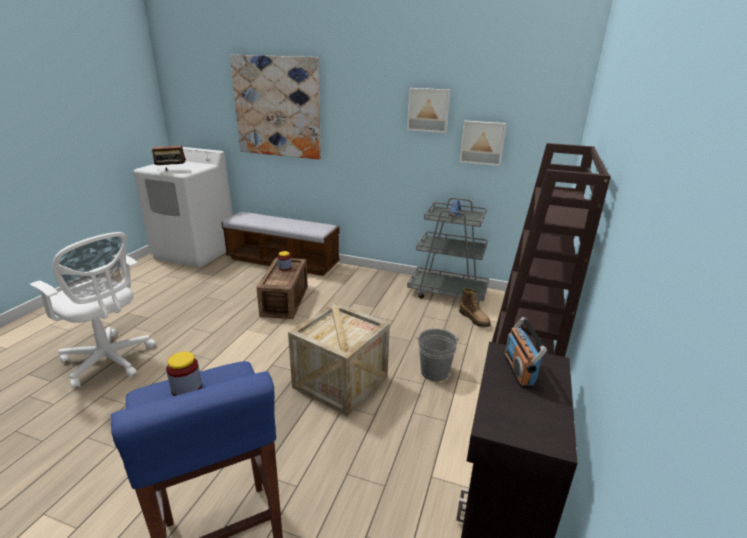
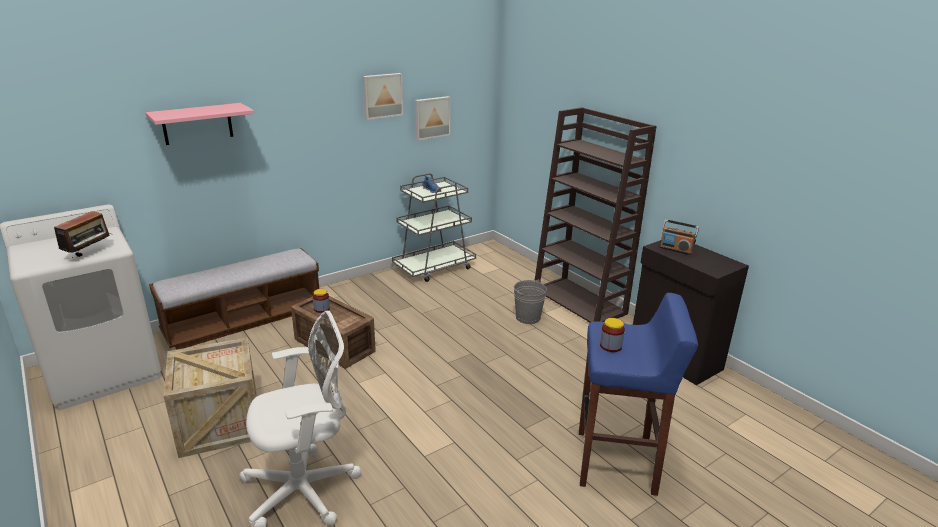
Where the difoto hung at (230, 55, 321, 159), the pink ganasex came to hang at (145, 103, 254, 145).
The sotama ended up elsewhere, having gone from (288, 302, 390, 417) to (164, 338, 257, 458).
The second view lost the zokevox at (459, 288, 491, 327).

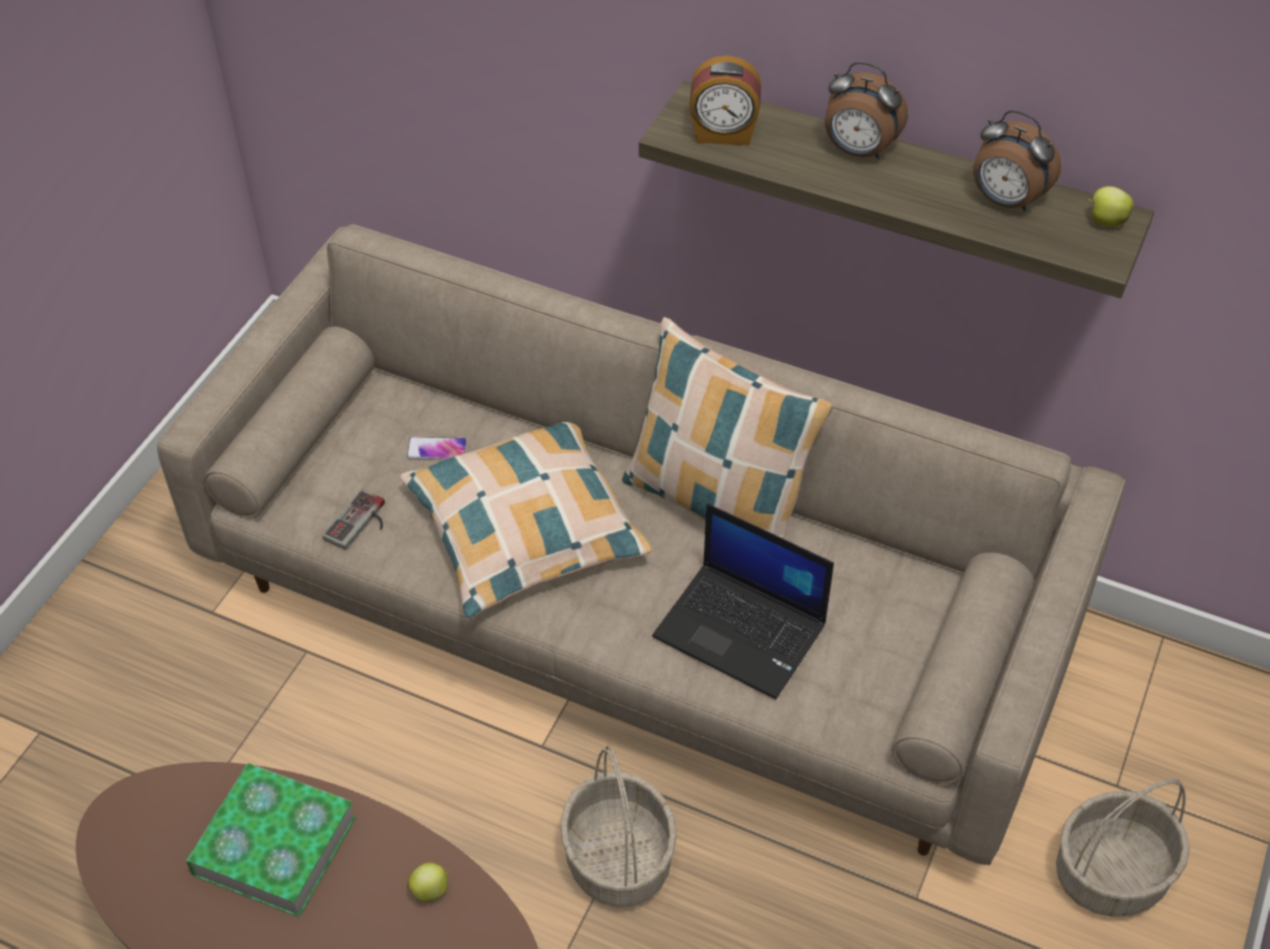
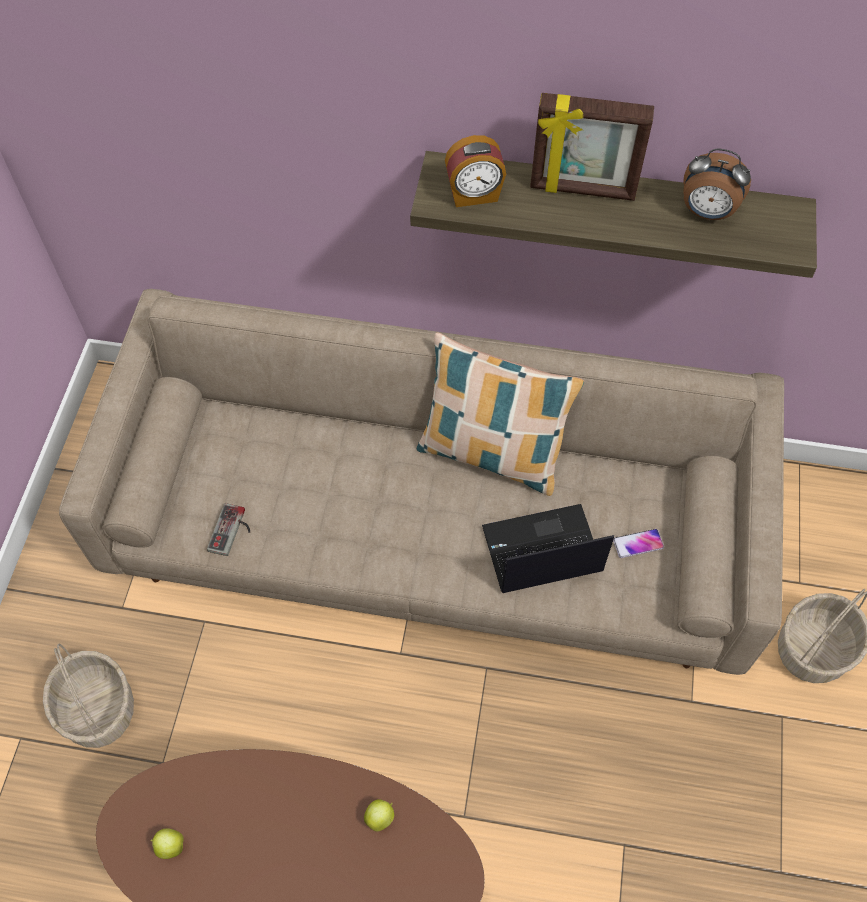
The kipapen ended up elsewhere, having gone from (560, 745, 677, 907) to (43, 644, 134, 748).
The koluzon ended up elsewhere, having gone from (1088, 186, 1134, 227) to (151, 828, 184, 859).
The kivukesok at (652, 504, 834, 699) ended up facing another way, 150 degrees clockwise from before.
Where the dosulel stood at (825, 62, 908, 159), the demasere came to stand at (530, 93, 654, 201).
The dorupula ended up elsewhere, having gone from (406, 437, 467, 460) to (613, 529, 664, 558).
The second view lost the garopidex at (186, 763, 356, 917).
The second view lost the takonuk at (400, 422, 652, 619).

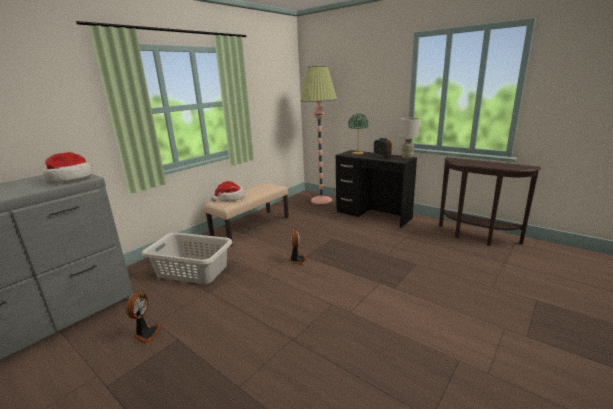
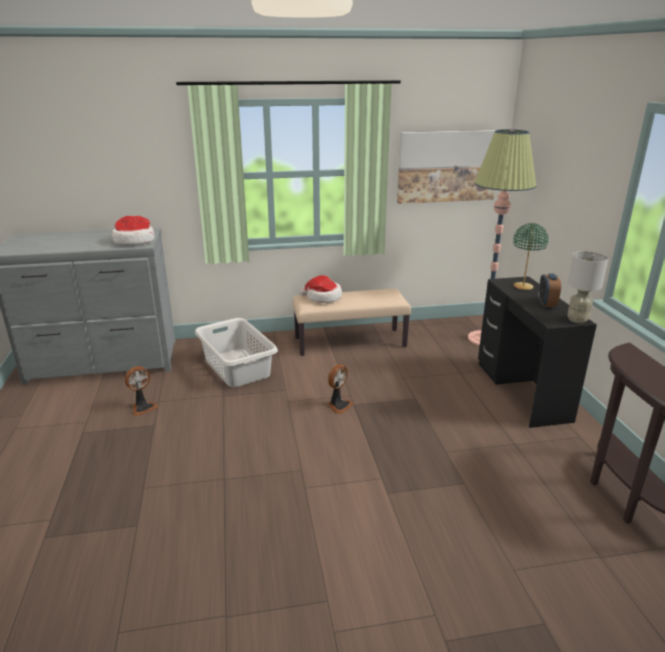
The second view gained the difoto at (397, 130, 495, 204).

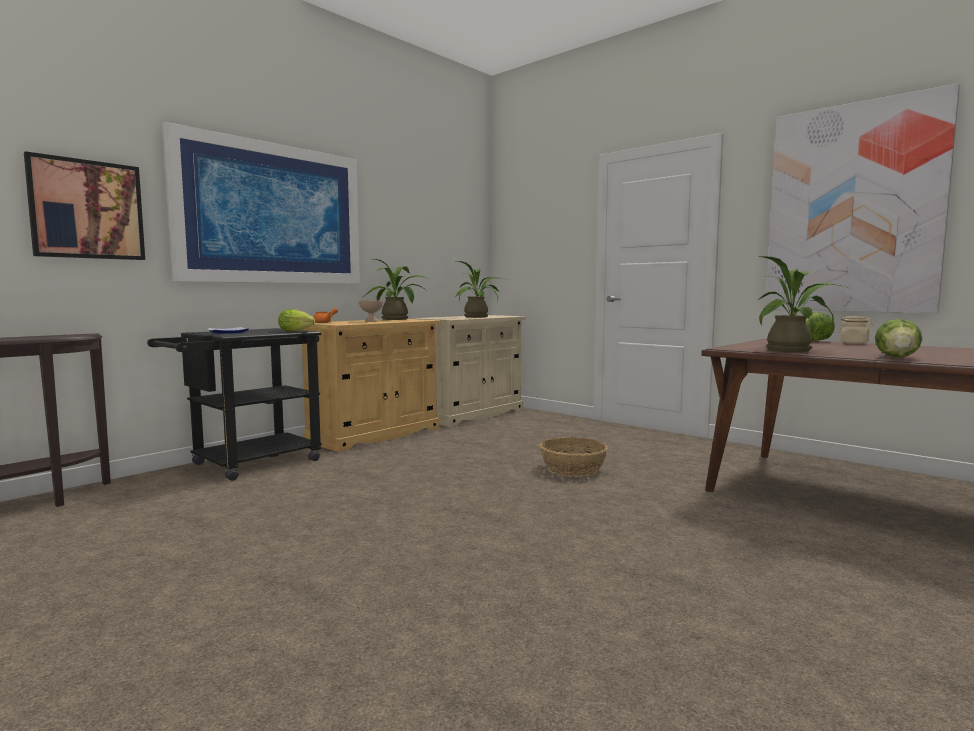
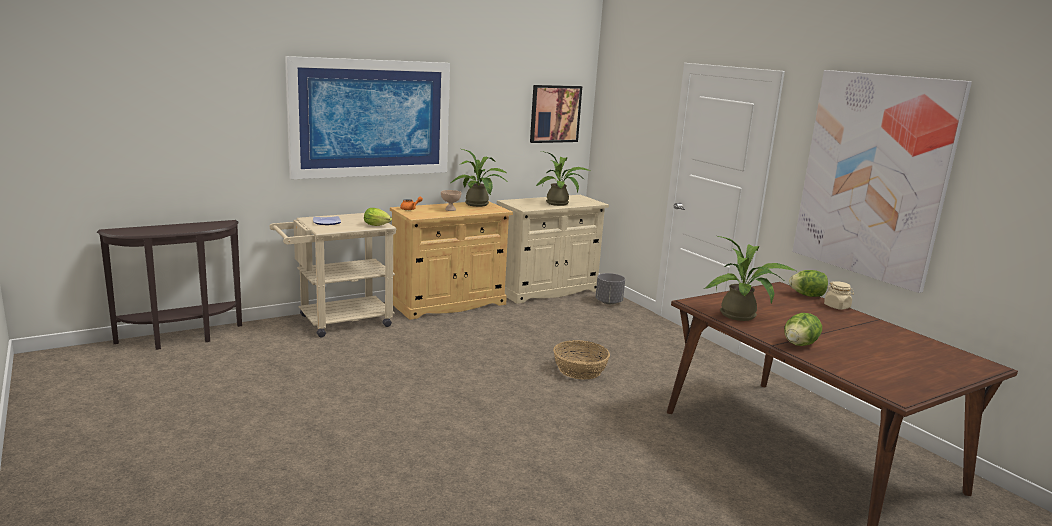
What was the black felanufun at (147, 328, 322, 481) turned into the beige felanufun at (269, 213, 397, 337).
The difoto ended up elsewhere, having gone from (24, 151, 145, 260) to (530, 85, 582, 143).
The second view gained the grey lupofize at (596, 273, 625, 304).

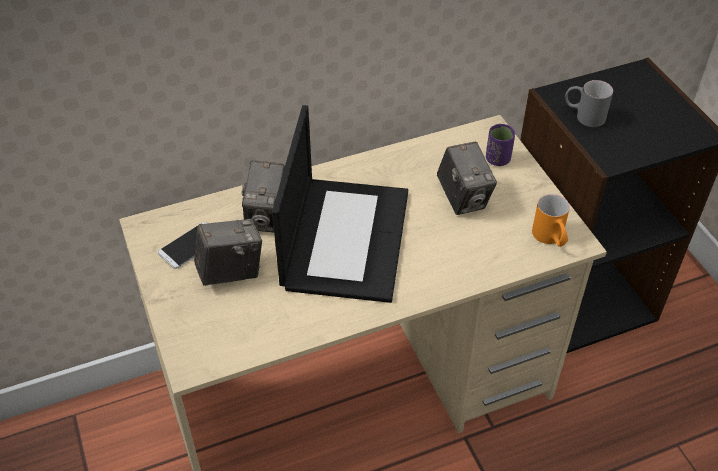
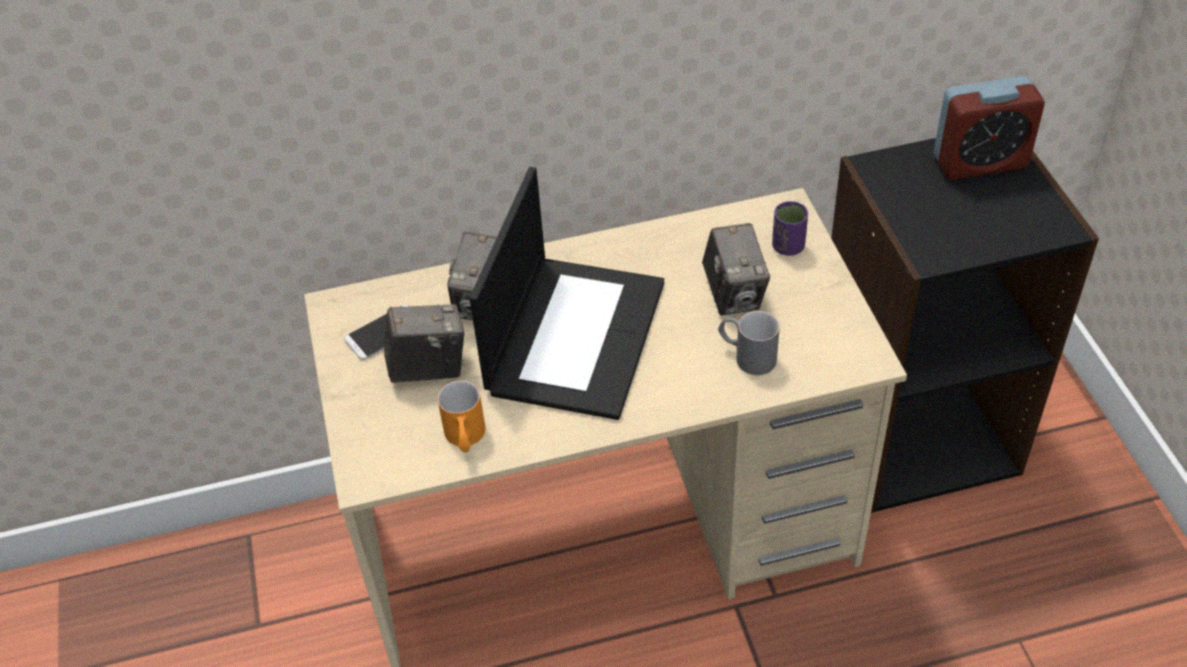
The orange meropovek ended up elsewhere, having gone from (532, 194, 570, 247) to (438, 381, 485, 452).
The grey meropovek ended up elsewhere, having gone from (565, 80, 613, 127) to (718, 311, 780, 375).
The second view gained the dosulel at (934, 76, 1045, 180).

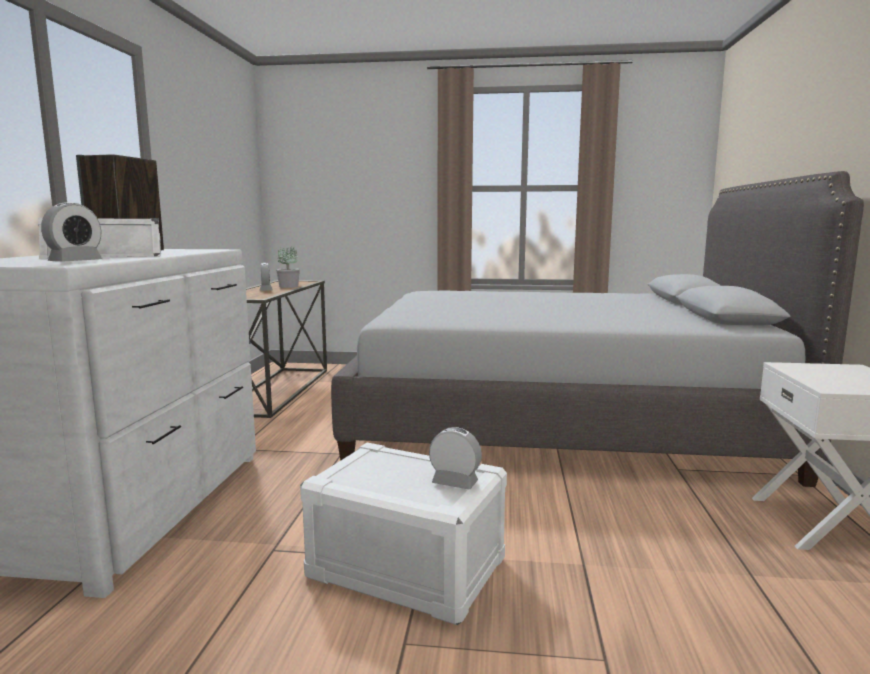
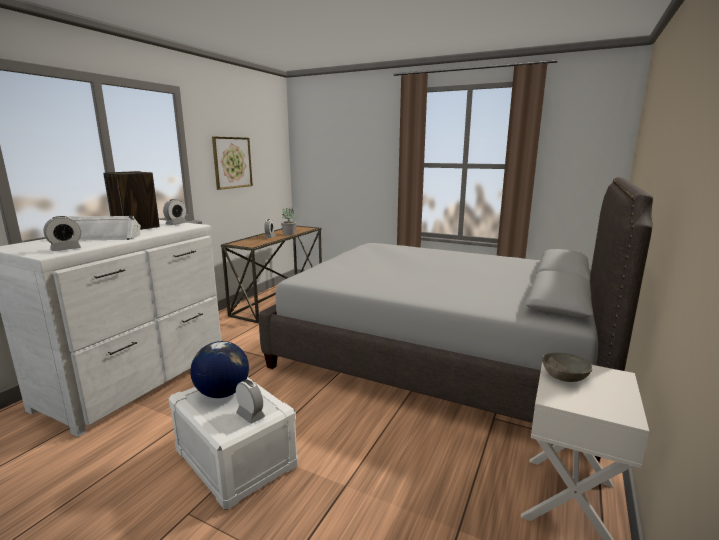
The second view gained the dosulel at (163, 199, 187, 225).
The second view gained the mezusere at (190, 341, 249, 398).
The second view gained the difoto at (212, 137, 253, 190).
The second view gained the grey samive at (542, 353, 592, 382).

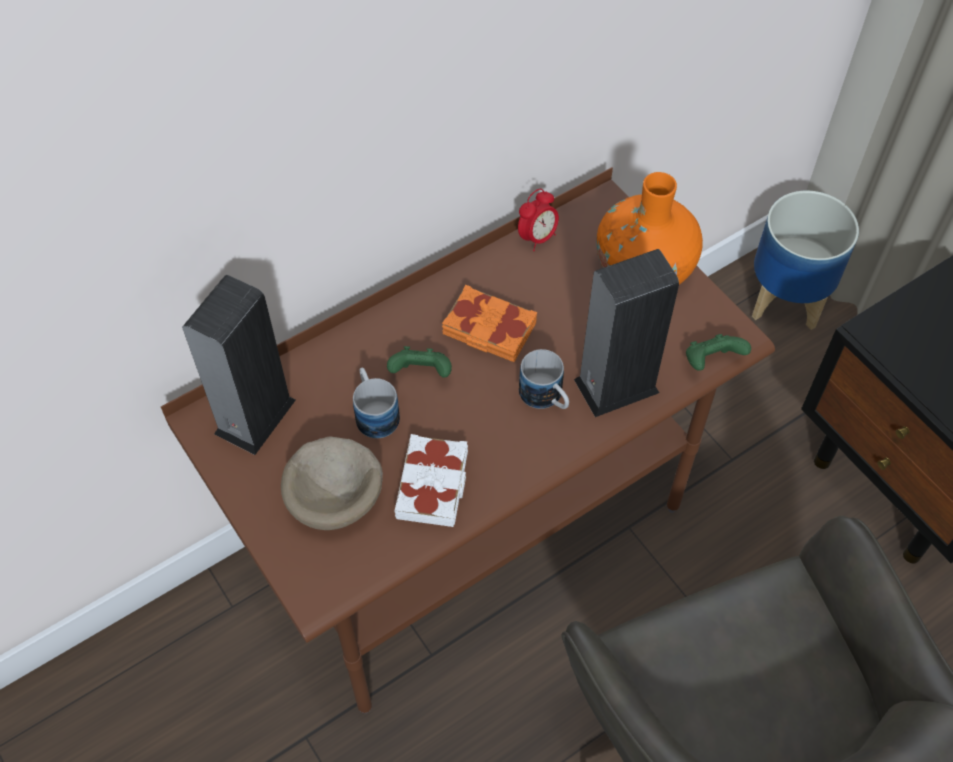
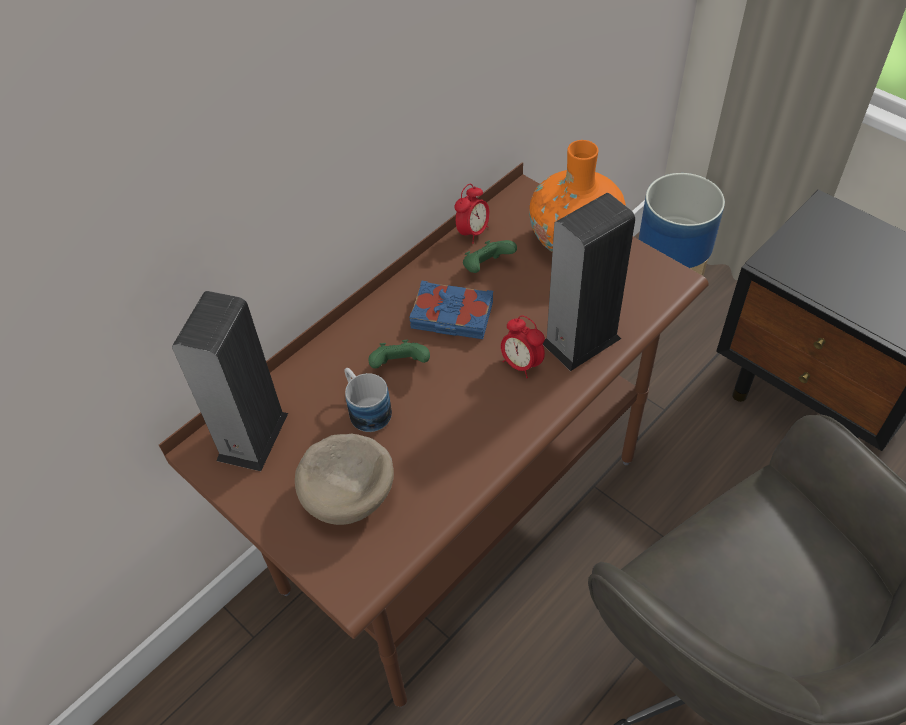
What was the orange garopidex at (442, 285, 538, 362) turned into the blue garopidex at (409, 281, 493, 339).
The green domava ended up elsewhere, having gone from (686, 334, 751, 371) to (463, 240, 517, 273).
Where the meropovek stood at (519, 349, 569, 409), the dosulel came to stand at (501, 315, 545, 378).
The second view lost the white garopidex at (394, 434, 468, 527).

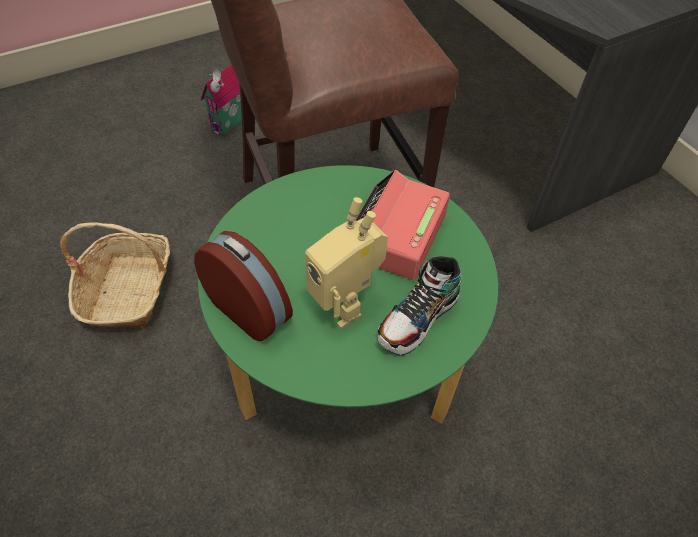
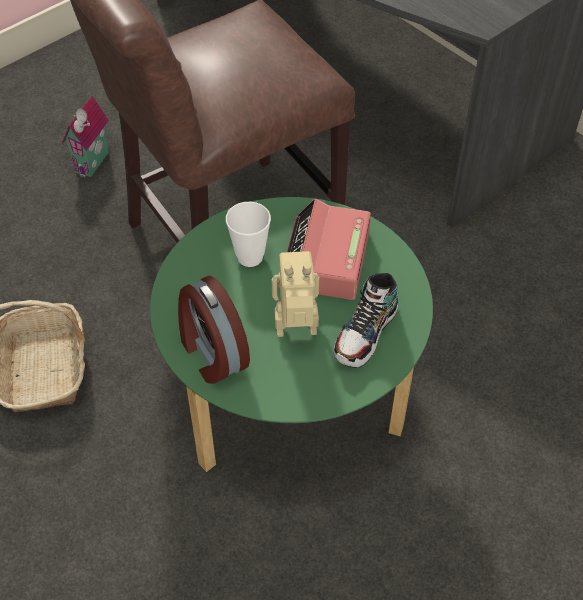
The dosulel at (194, 231, 293, 341) ended up facing another way, 150 degrees counterclockwise from before.
The second view gained the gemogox at (226, 202, 271, 267).
The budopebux at (305, 197, 388, 329) ended up facing another way, 135 degrees clockwise from before.

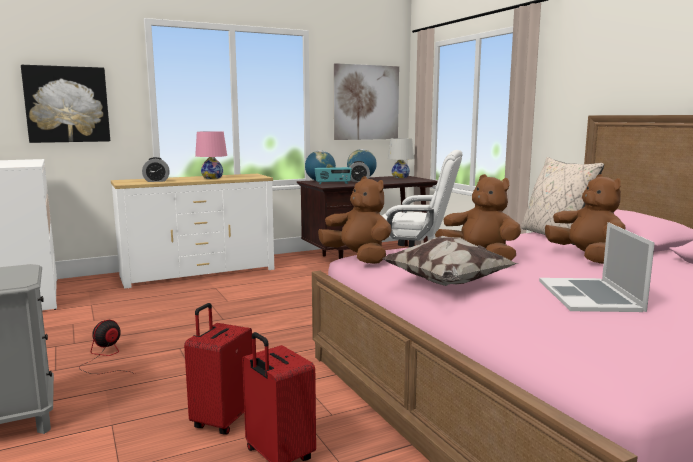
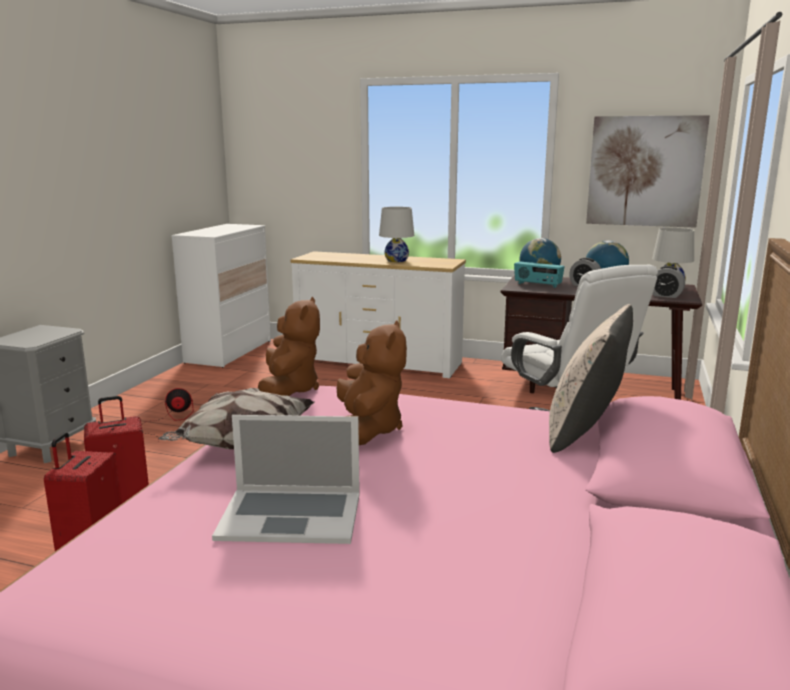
The kivukesok at (539, 222, 655, 312) ended up facing another way, 135 degrees counterclockwise from before.
What was the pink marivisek at (195, 131, 227, 179) turned into the white marivisek at (379, 207, 414, 262).
The dosulel ended up elsewhere, having gone from (142, 157, 170, 182) to (653, 266, 685, 298).
The second view lost the difoto at (21, 65, 110, 143).
The second view lost the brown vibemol at (545, 174, 626, 264).

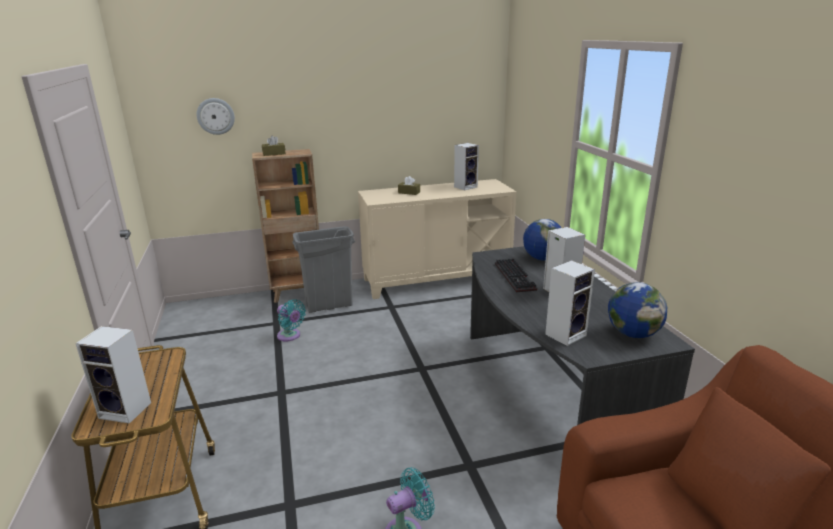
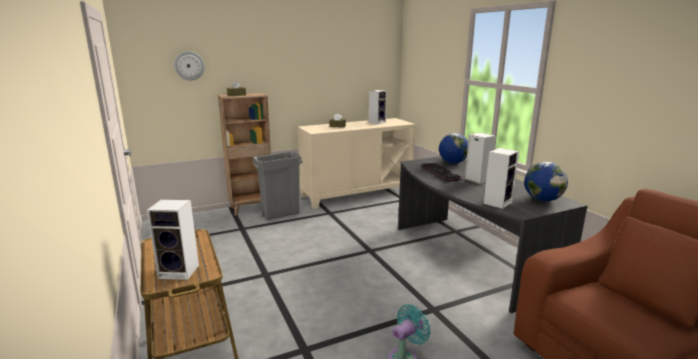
The second view lost the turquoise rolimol at (277, 300, 306, 341).

